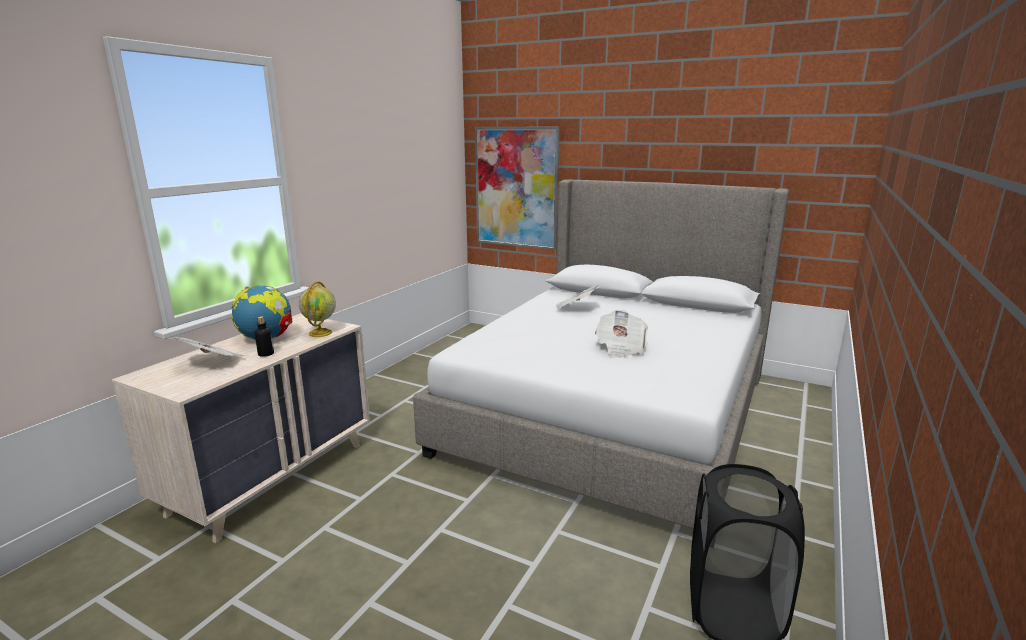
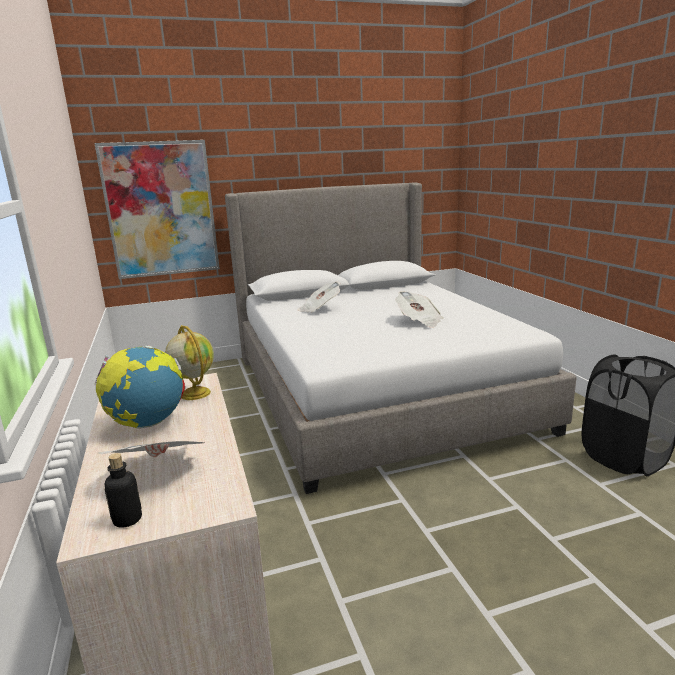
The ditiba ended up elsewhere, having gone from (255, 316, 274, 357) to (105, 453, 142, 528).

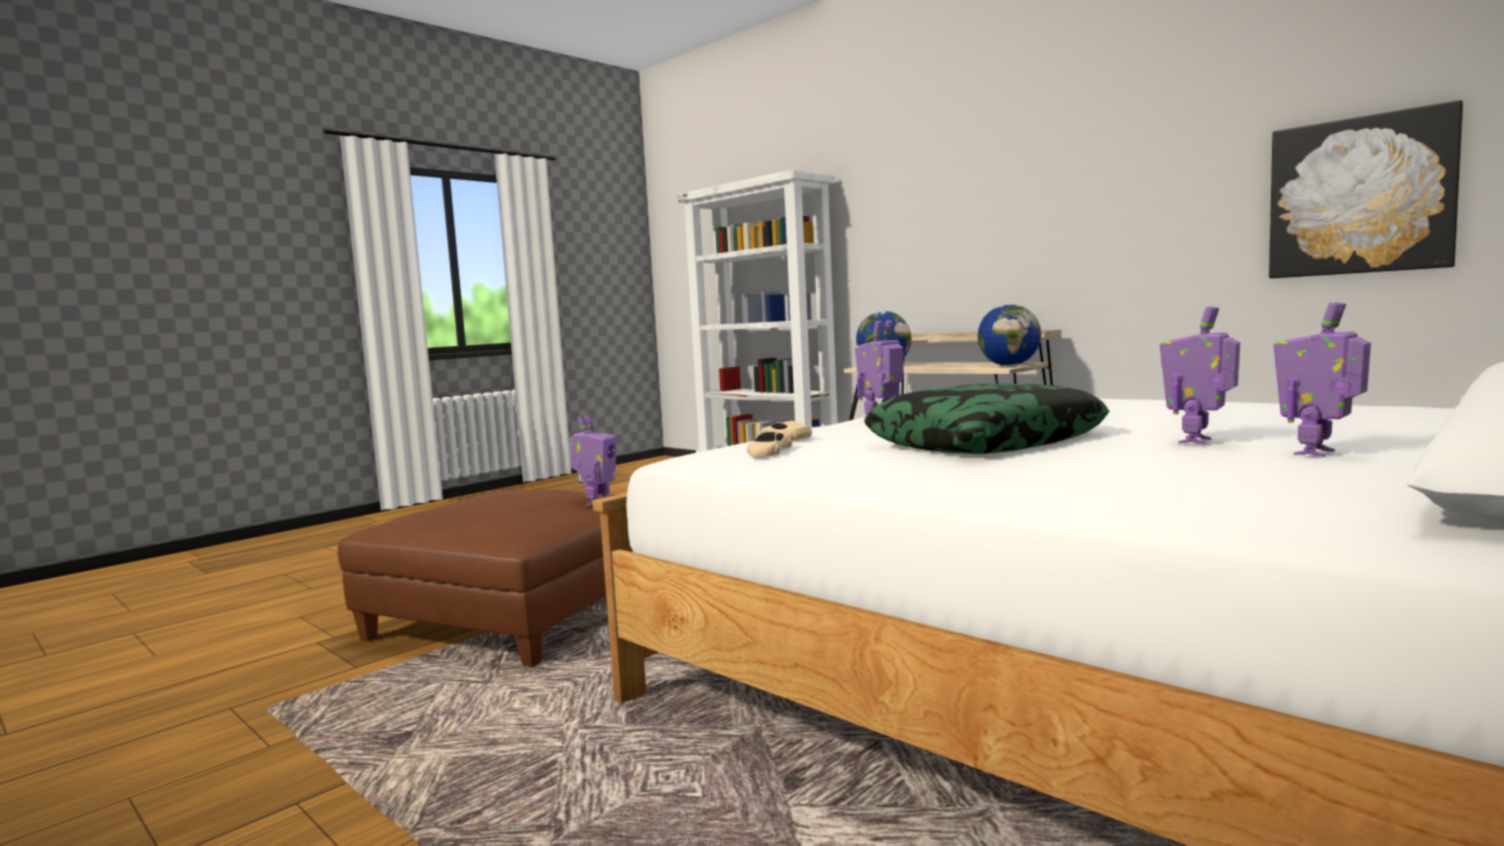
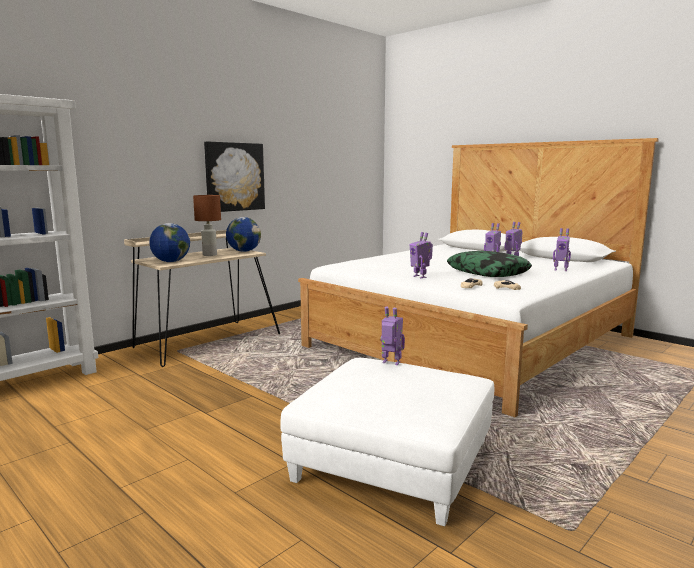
The second view gained the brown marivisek at (193, 195, 221, 256).
The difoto ended up elsewhere, having gone from (1269, 100, 1463, 278) to (204, 141, 265, 212).
What was the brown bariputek at (338, 489, 618, 667) turned into the white bariputek at (281, 358, 494, 526).
The second view gained the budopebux at (553, 228, 571, 271).

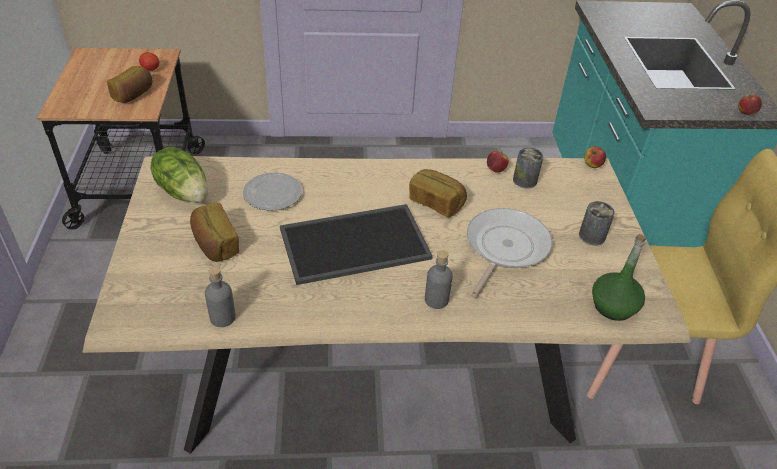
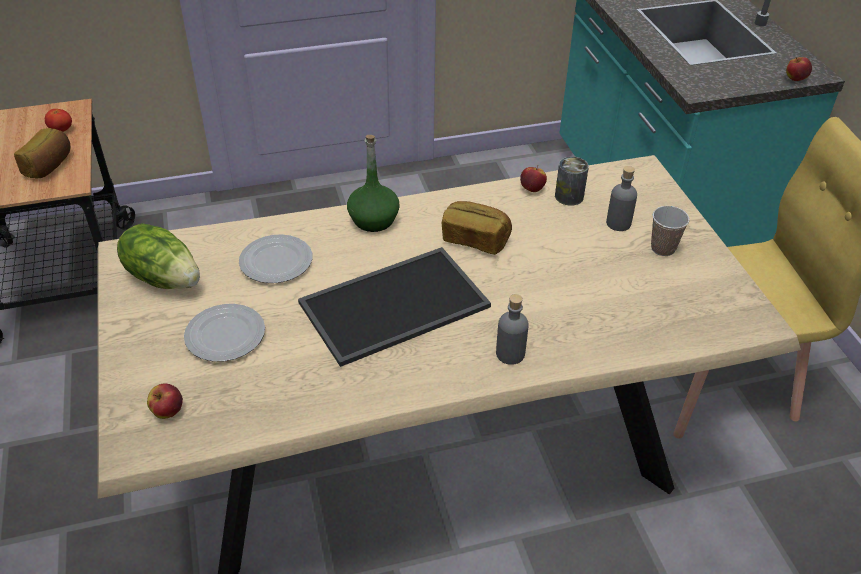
The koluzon ended up elsewhere, having gone from (584, 146, 606, 168) to (147, 384, 183, 419).
Where the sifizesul stood at (190, 203, 239, 262), the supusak came to stand at (184, 304, 265, 362).
The green ditiba ended up elsewhere, having gone from (592, 234, 647, 321) to (347, 135, 400, 232).
The grey ditiba ended up elsewhere, having gone from (205, 266, 236, 327) to (606, 166, 637, 231).
Where the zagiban stood at (579, 201, 615, 245), the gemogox came to stand at (651, 206, 690, 256).
The second view lost the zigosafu at (467, 208, 552, 298).

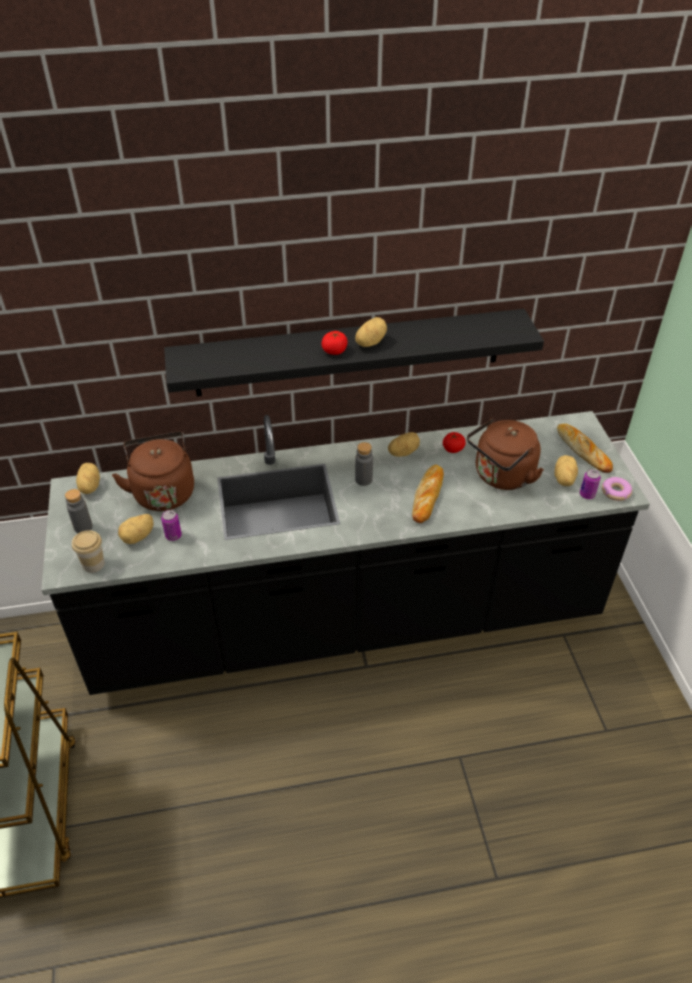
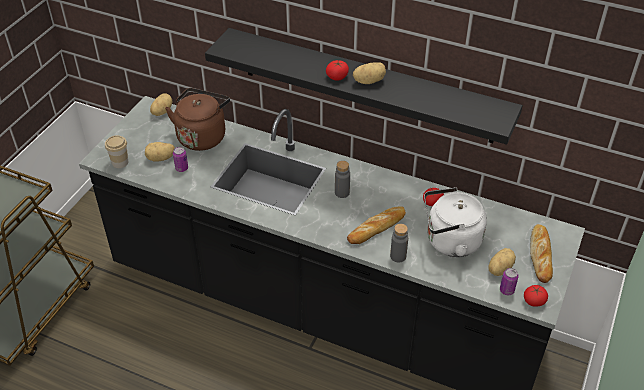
The grey ditiba ended up elsewhere, having gone from (65, 489, 93, 533) to (390, 224, 408, 263).
What was the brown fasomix at (467, 418, 544, 490) turned into the white fasomix at (424, 187, 487, 257).
Where the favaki stood at (602, 477, 632, 501), the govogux came to stand at (524, 285, 548, 307).
The second view lost the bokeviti at (388, 432, 420, 457).

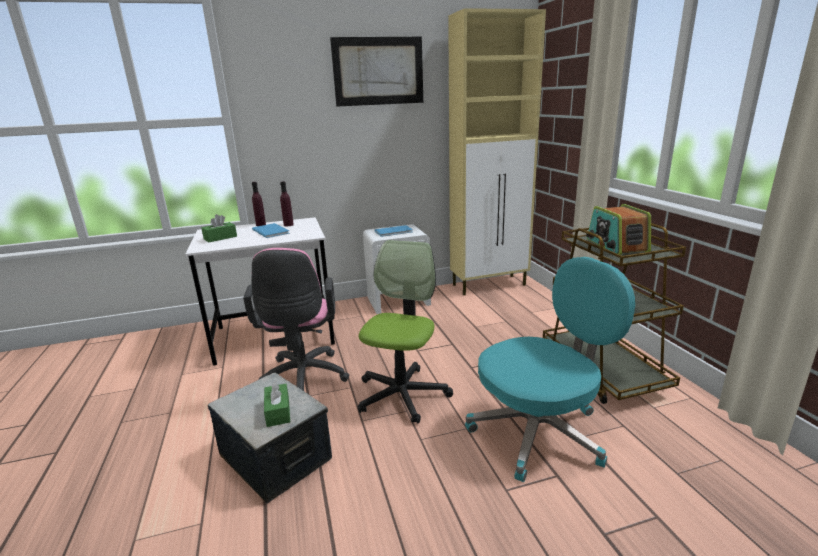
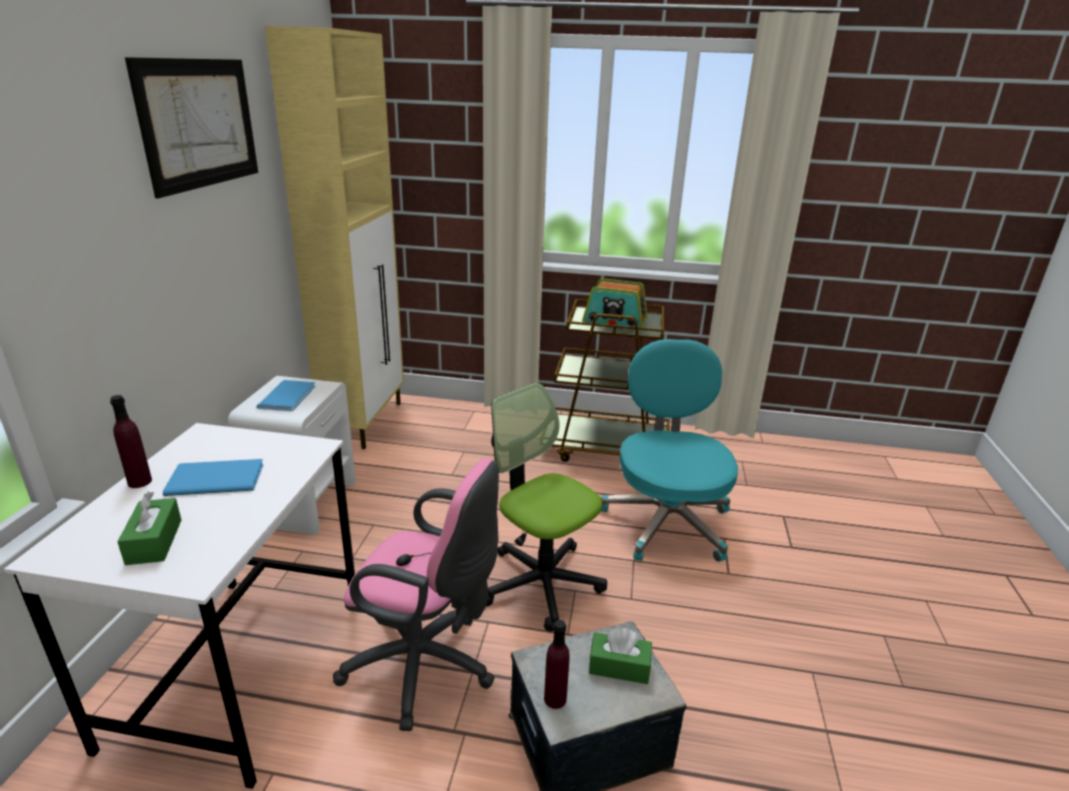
The purple ditiba ended up elsewhere, having gone from (280, 181, 294, 226) to (544, 620, 570, 709).

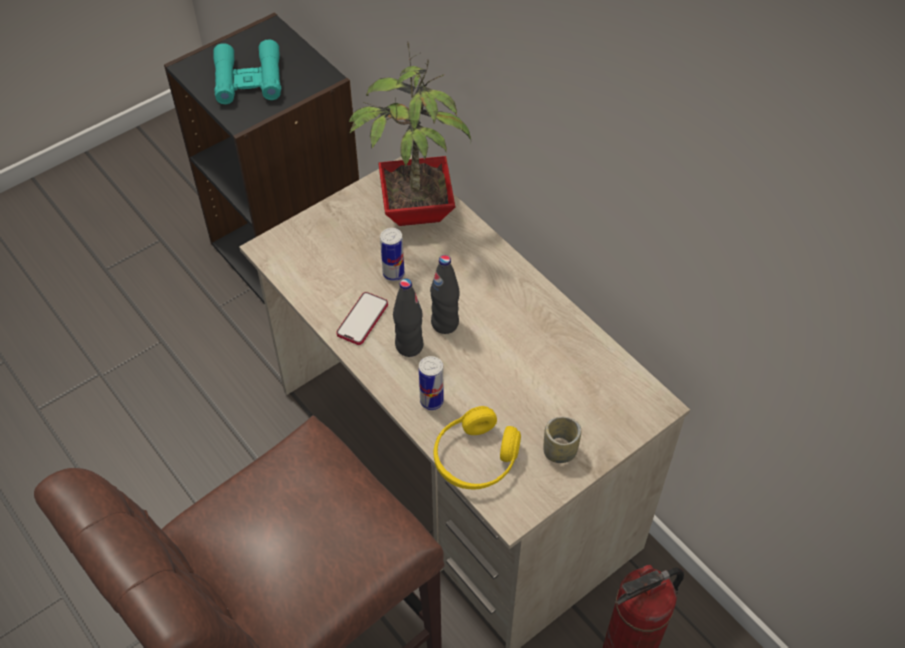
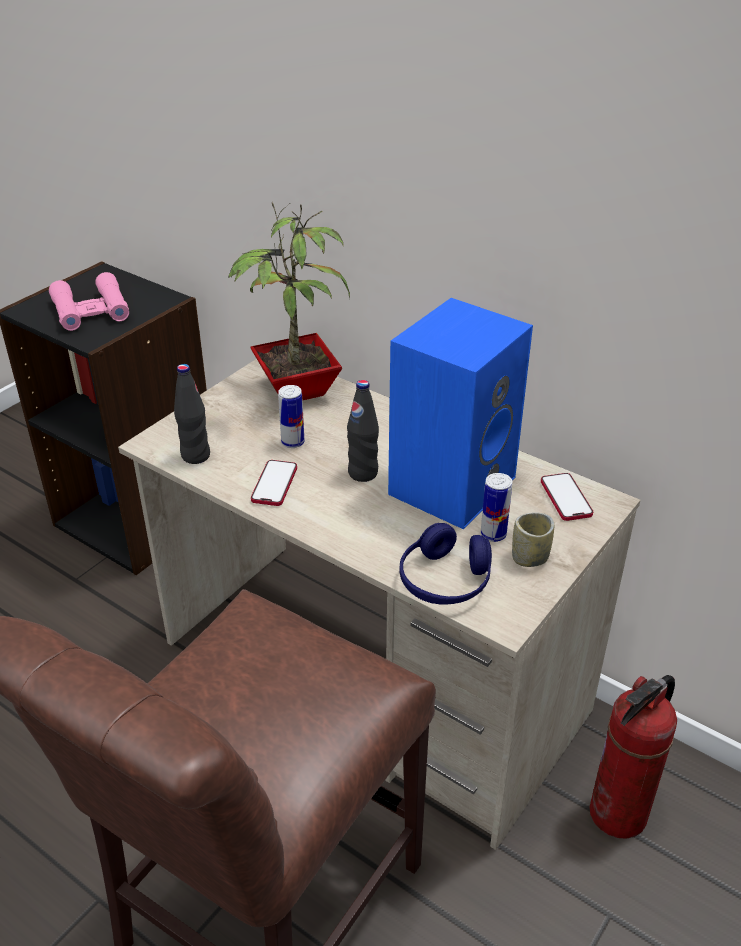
What was the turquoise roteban at (213, 39, 281, 104) turned into the pink roteban at (49, 272, 129, 331).
The black ditiba ended up elsewhere, having gone from (393, 278, 423, 357) to (174, 364, 210, 464).
The second view gained the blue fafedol at (388, 298, 533, 529).
What was the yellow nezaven at (433, 406, 521, 489) turned into the blue nezaven at (399, 523, 492, 605).
The zagiban ended up elsewhere, having gone from (419, 356, 444, 410) to (481, 473, 513, 542).
The second view gained the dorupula at (541, 473, 593, 521).

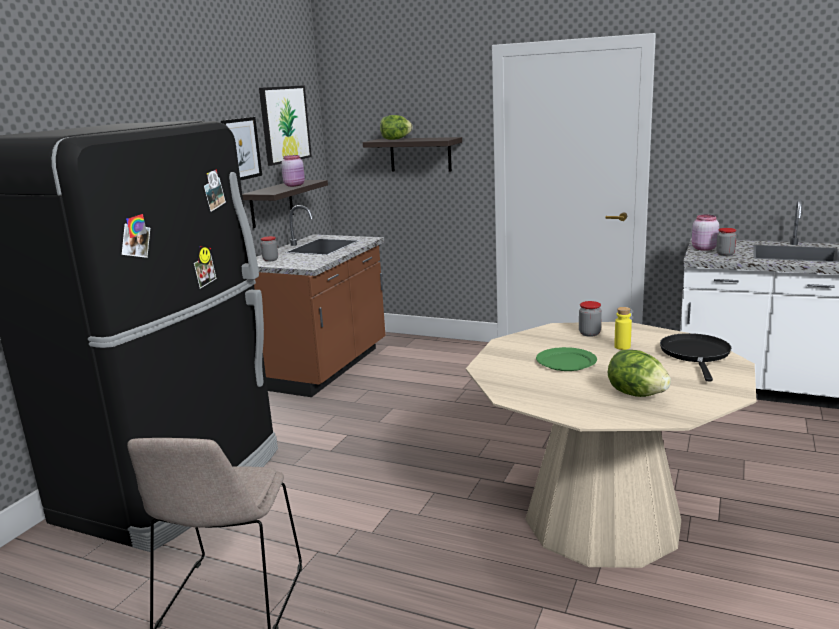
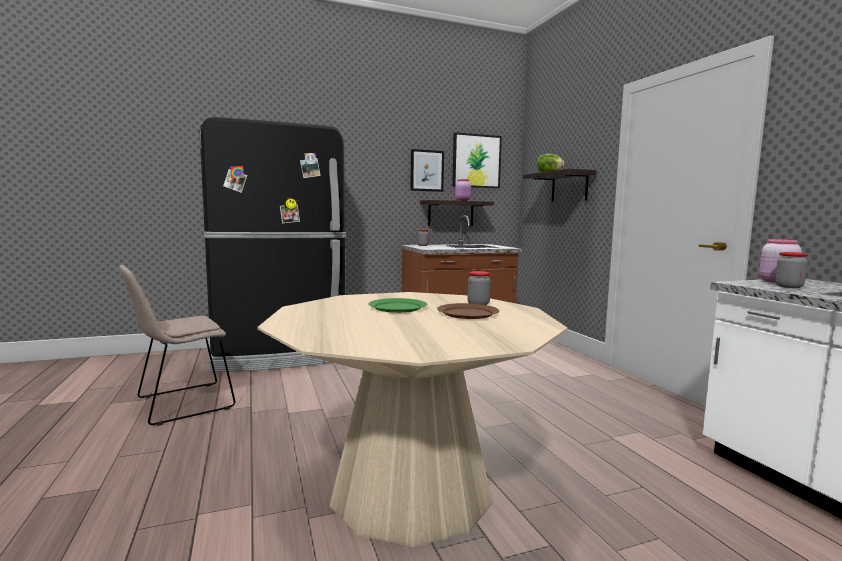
Where the yellow ditiba stood at (614, 307, 632, 350), the brown supusak came to stand at (437, 303, 499, 319).
The second view lost the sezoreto at (608, 350, 671, 397).
The second view lost the black zigosafu at (660, 333, 731, 381).

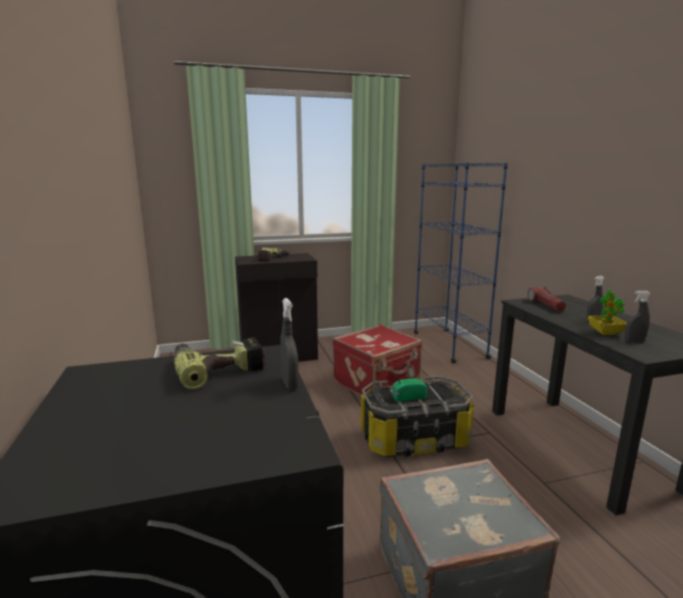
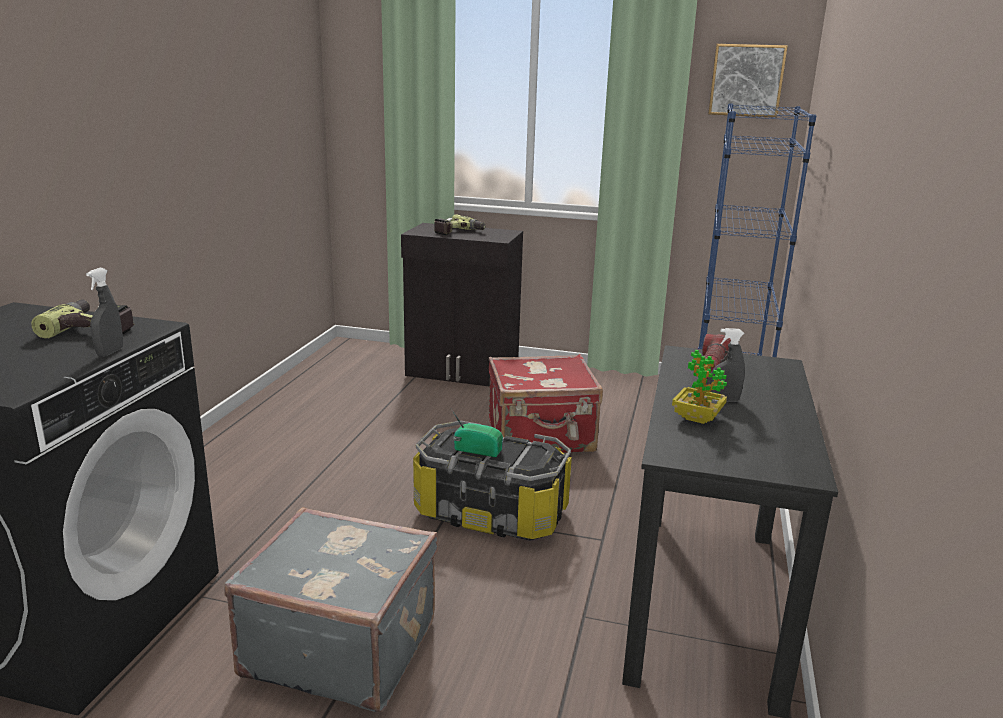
The second view gained the difoto at (708, 44, 788, 117).
The second view lost the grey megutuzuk at (624, 291, 651, 343).

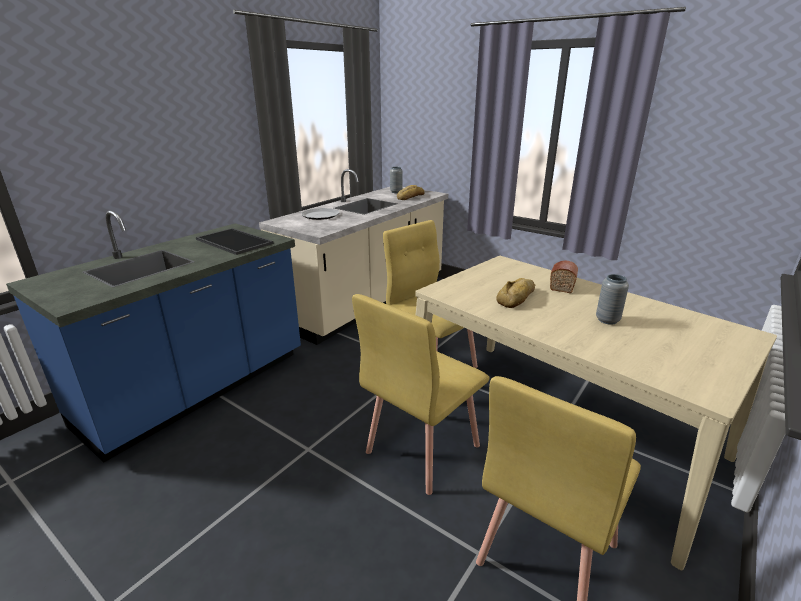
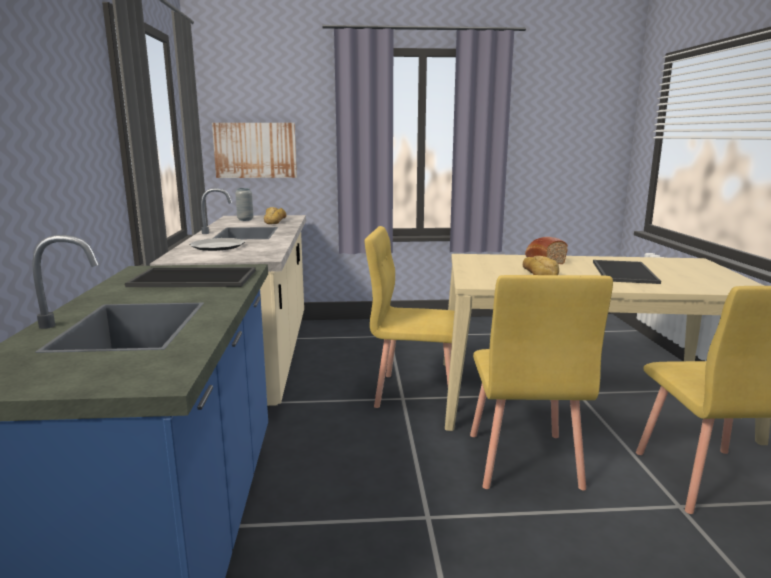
The second view gained the difoto at (212, 123, 297, 178).
Where the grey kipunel stood at (596, 274, 629, 325), the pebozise came to stand at (593, 260, 661, 284).

